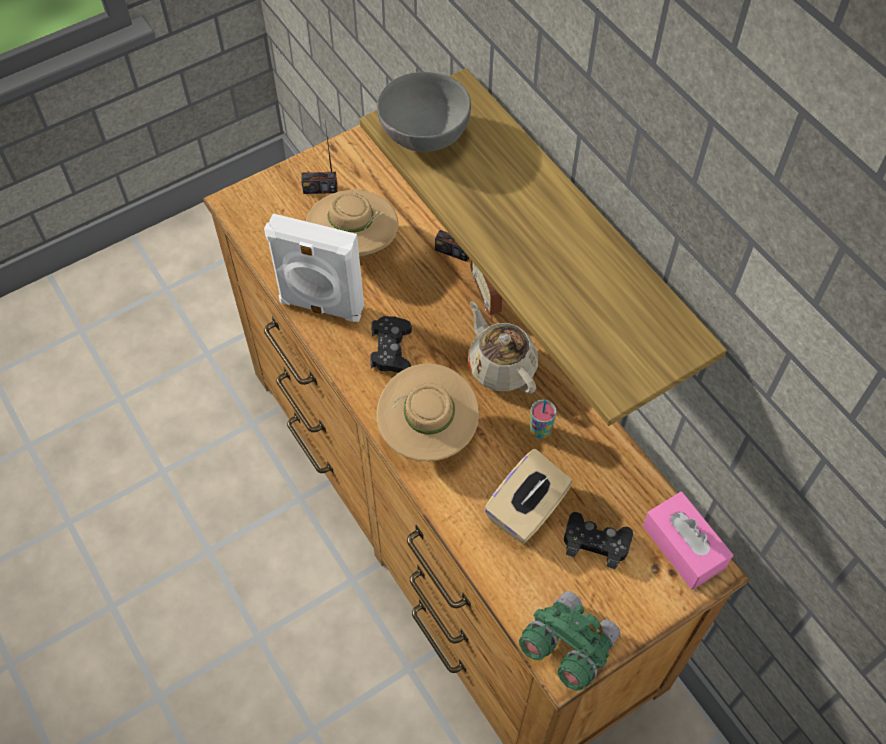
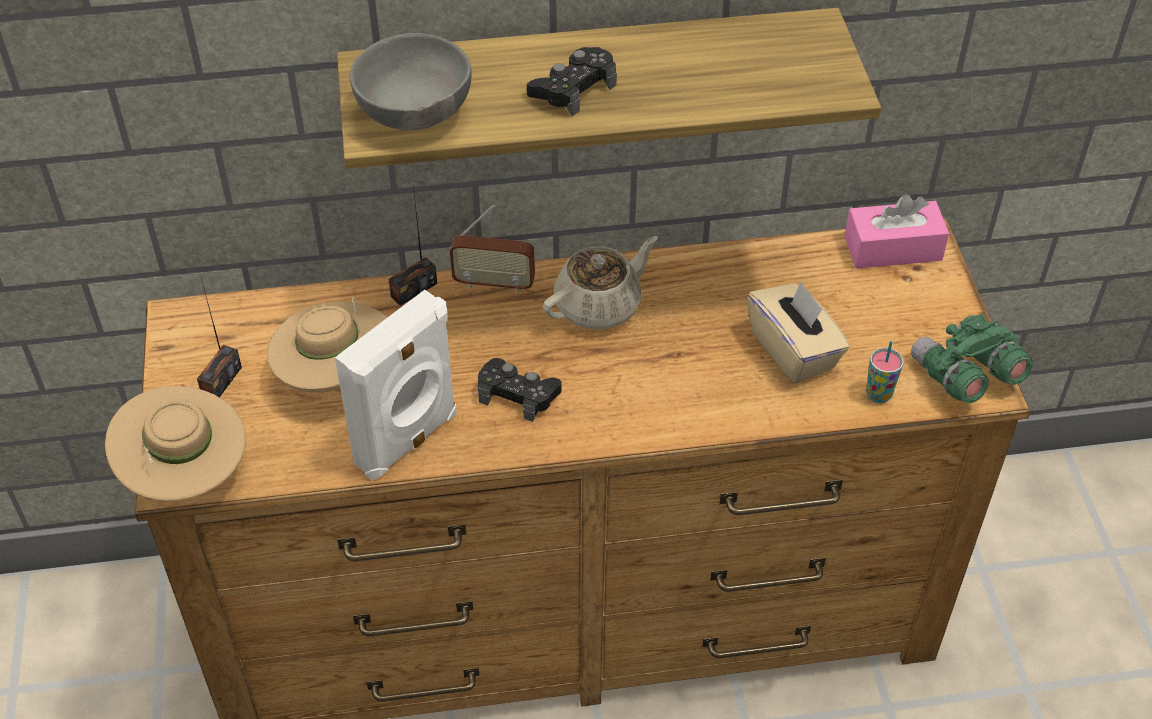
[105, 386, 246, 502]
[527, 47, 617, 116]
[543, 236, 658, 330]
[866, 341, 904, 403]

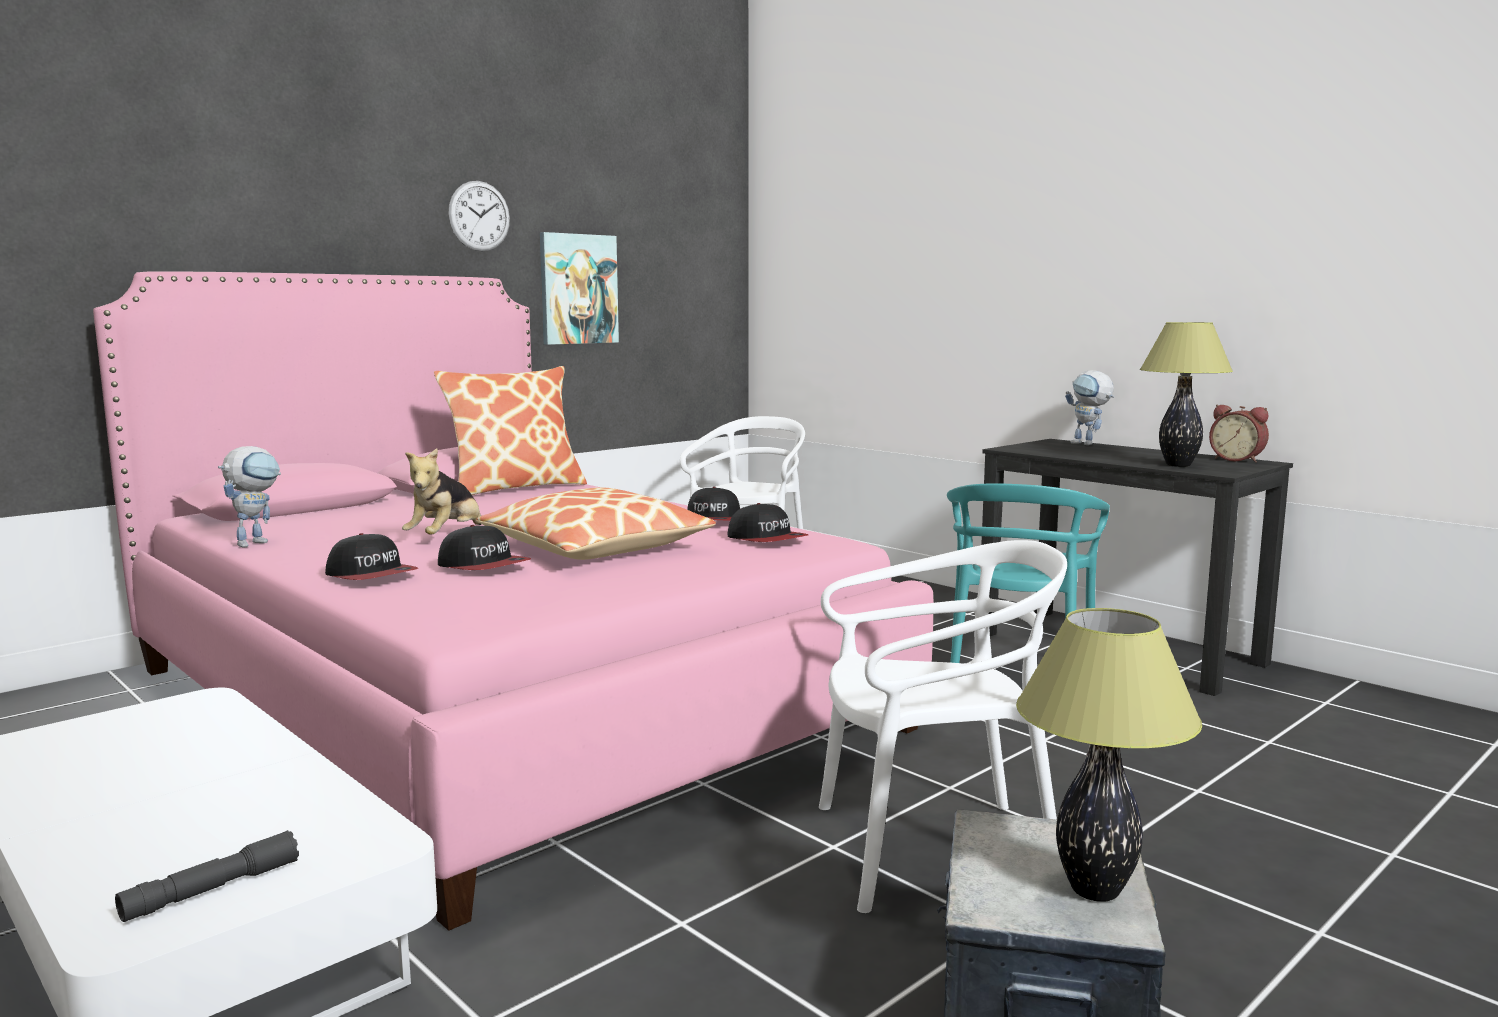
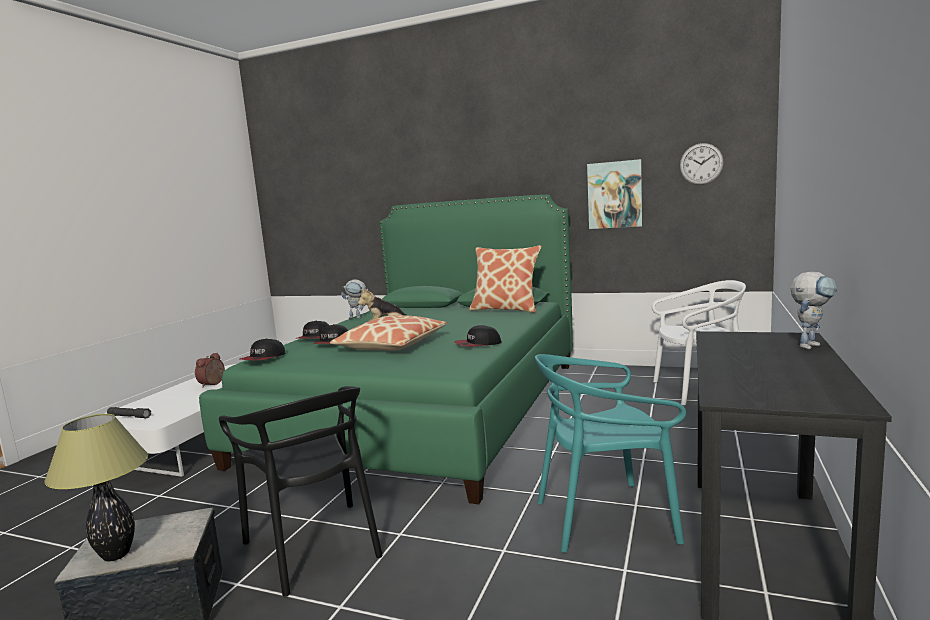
[195, 353, 225, 388]
[199, 195, 573, 504]
[219, 386, 382, 597]
[240, 338, 286, 360]
[680, 143, 723, 185]
[791, 272, 837, 349]
[1140, 322, 1233, 467] (first image)

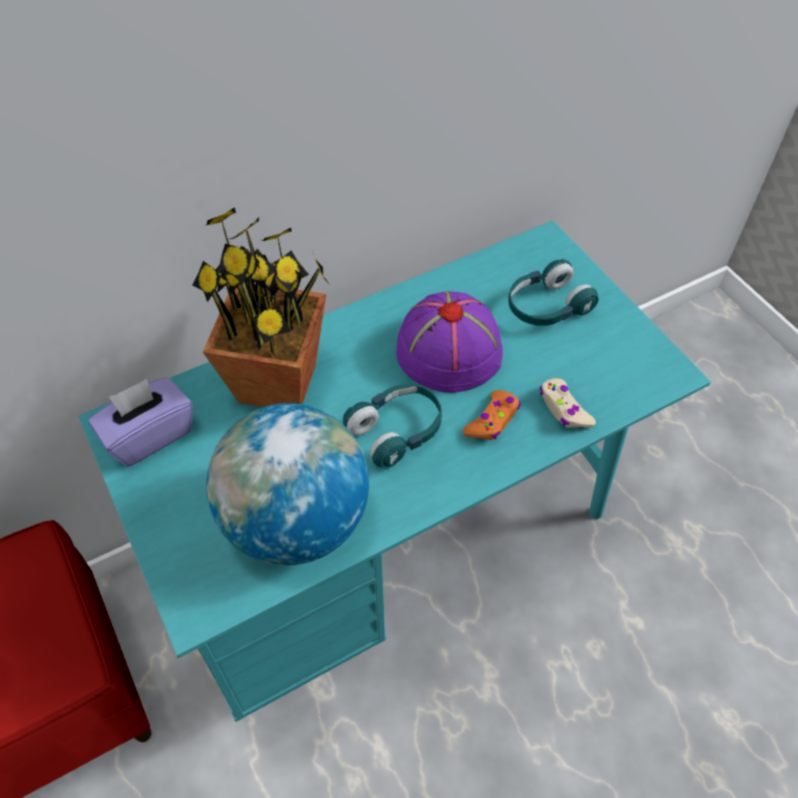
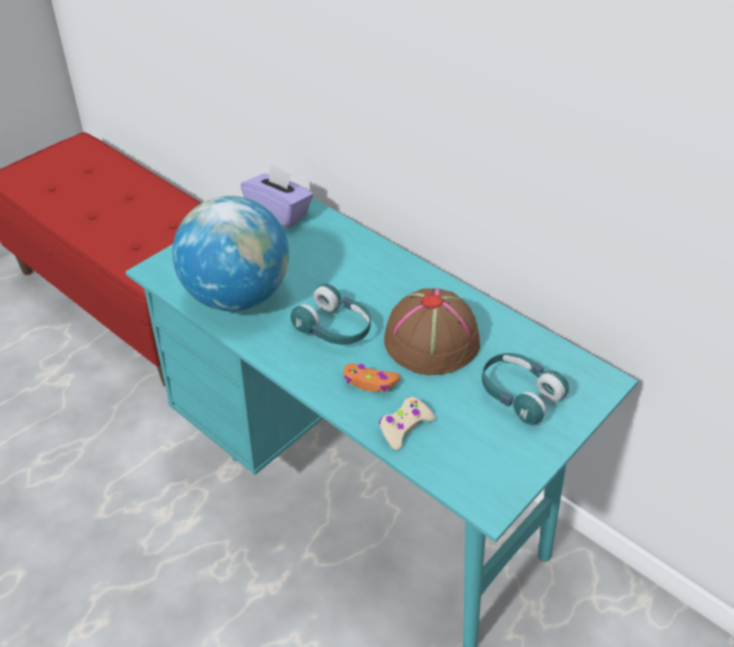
[384, 288, 480, 375]
[192, 207, 330, 407] (first image)

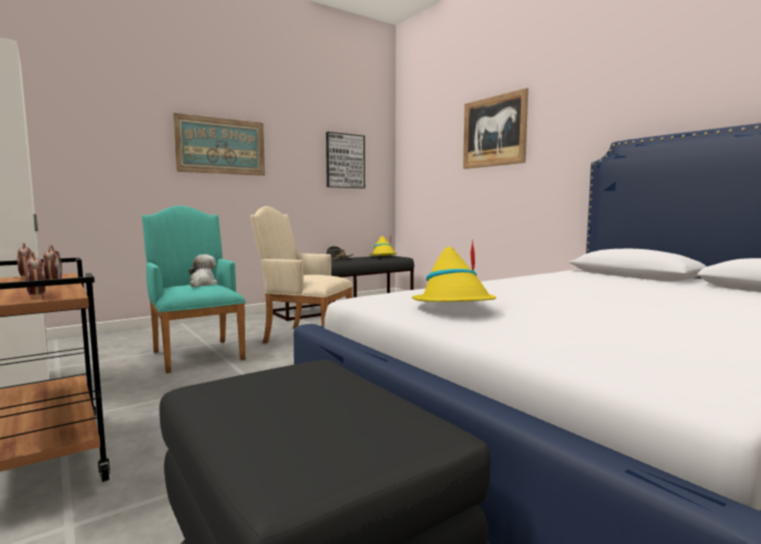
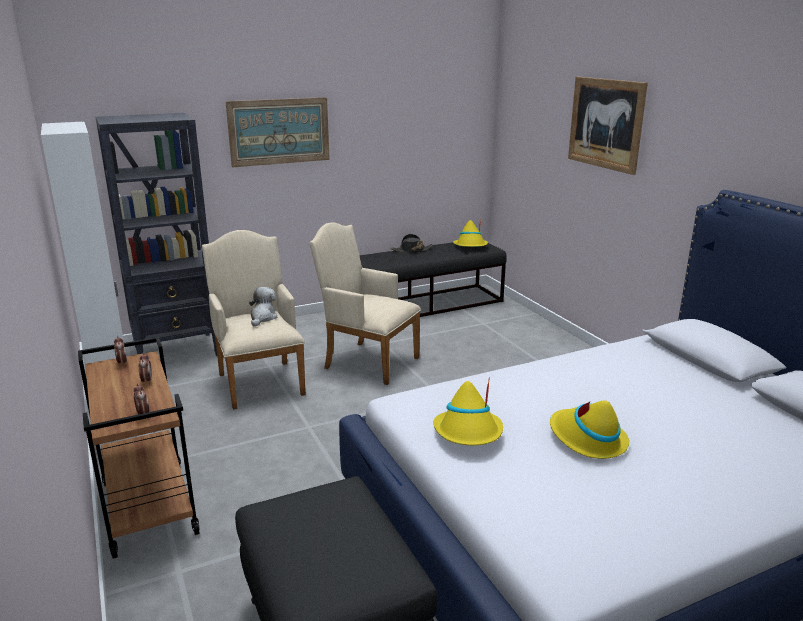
[95, 113, 217, 356]
[202, 230, 305, 410]
[550, 400, 629, 459]
[326, 132, 365, 188] (first image)

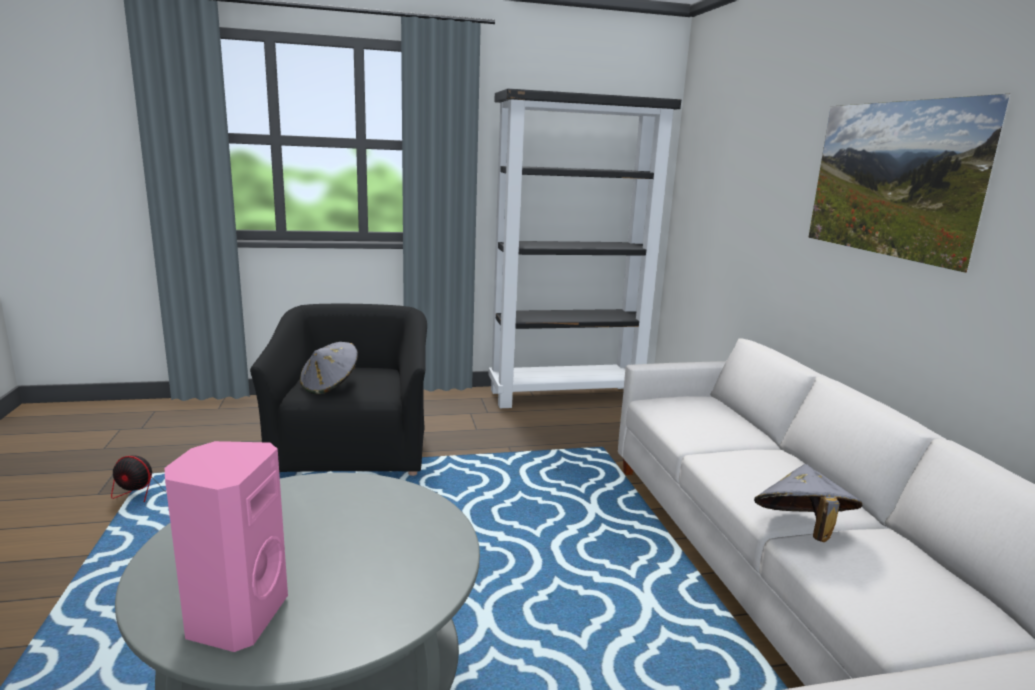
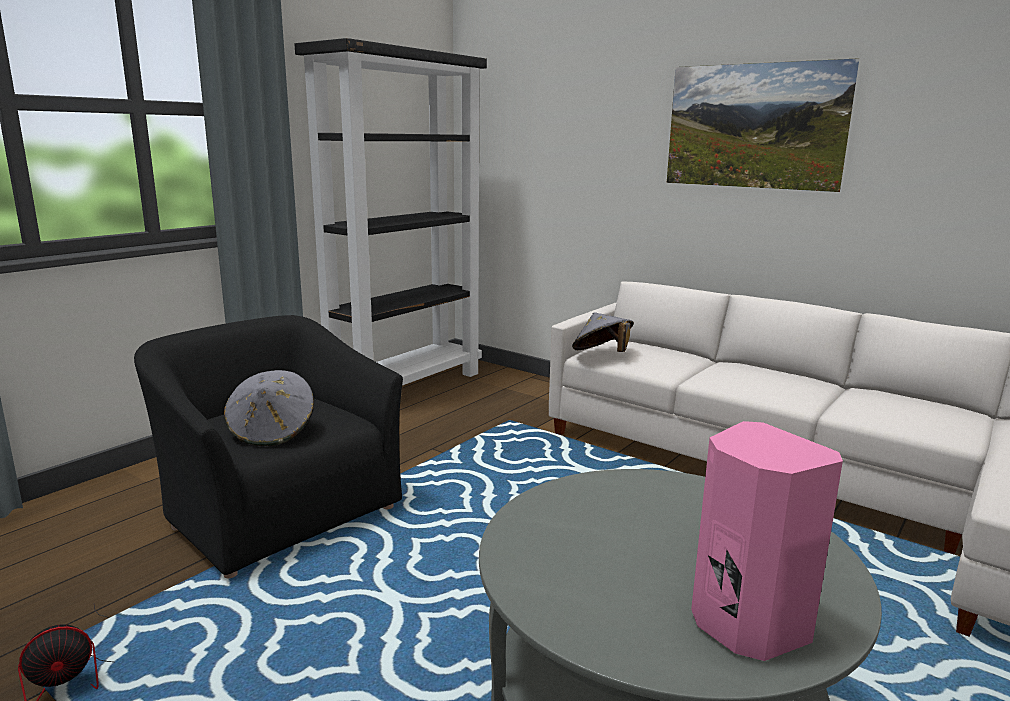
[572, 312, 634, 352]

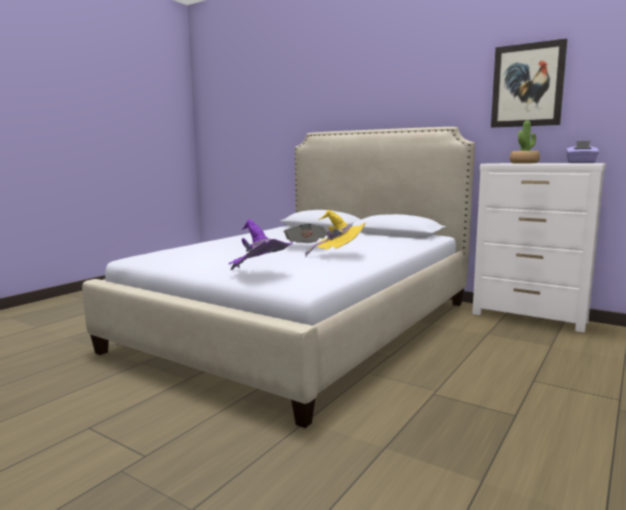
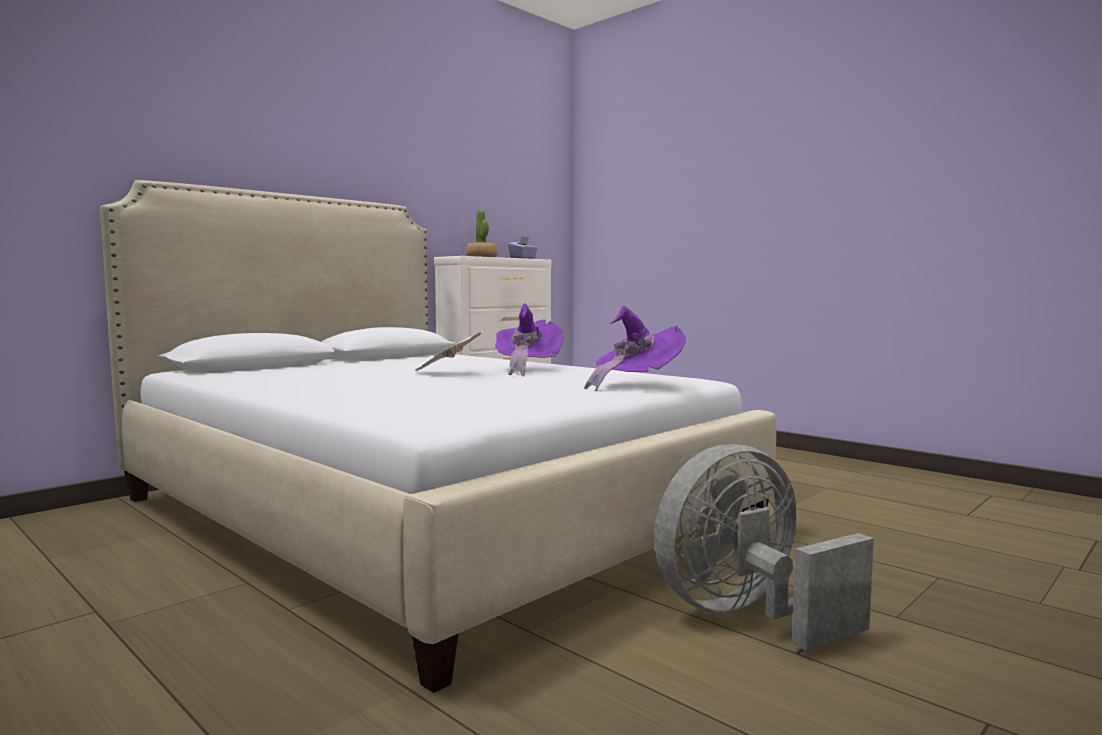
[495, 303, 563, 376]
[654, 444, 874, 651]
[491, 38, 567, 128] (first image)

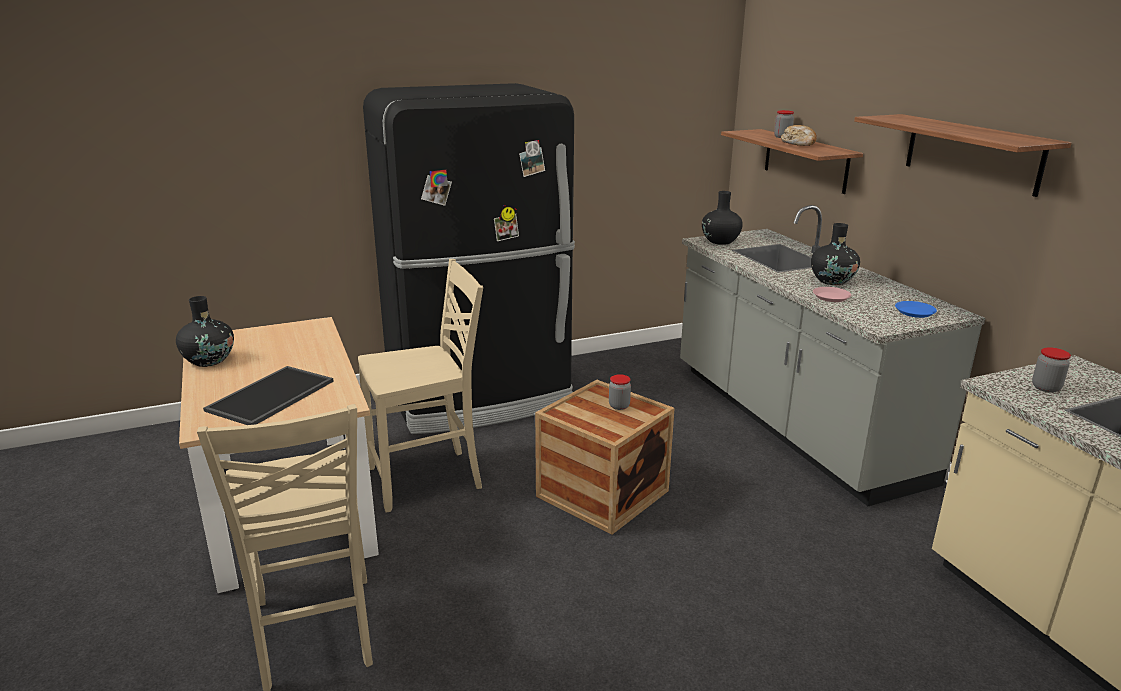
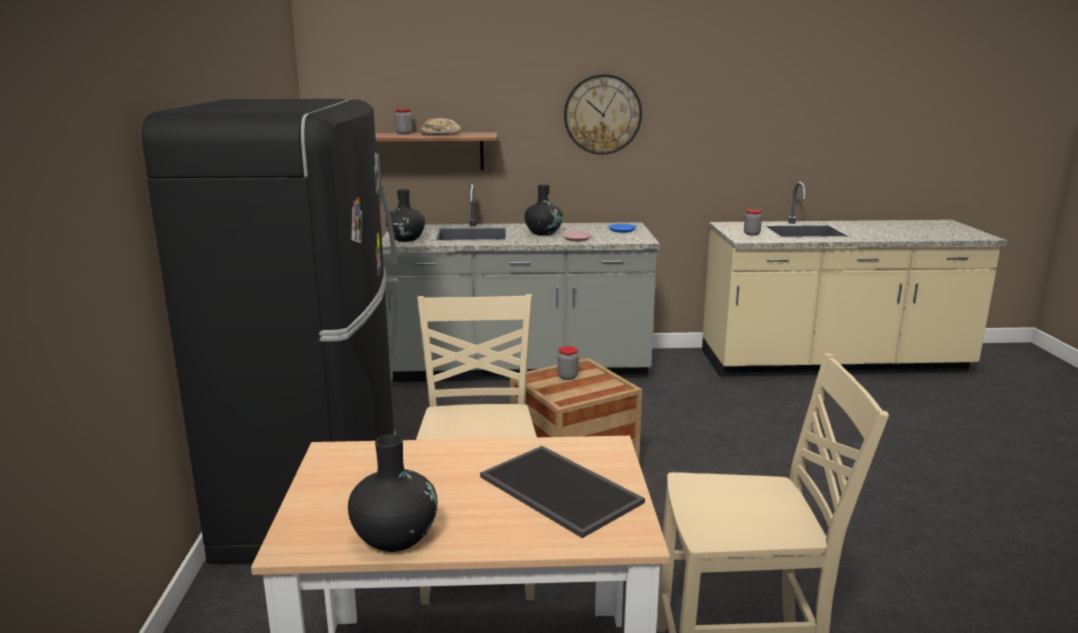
[564, 74, 642, 155]

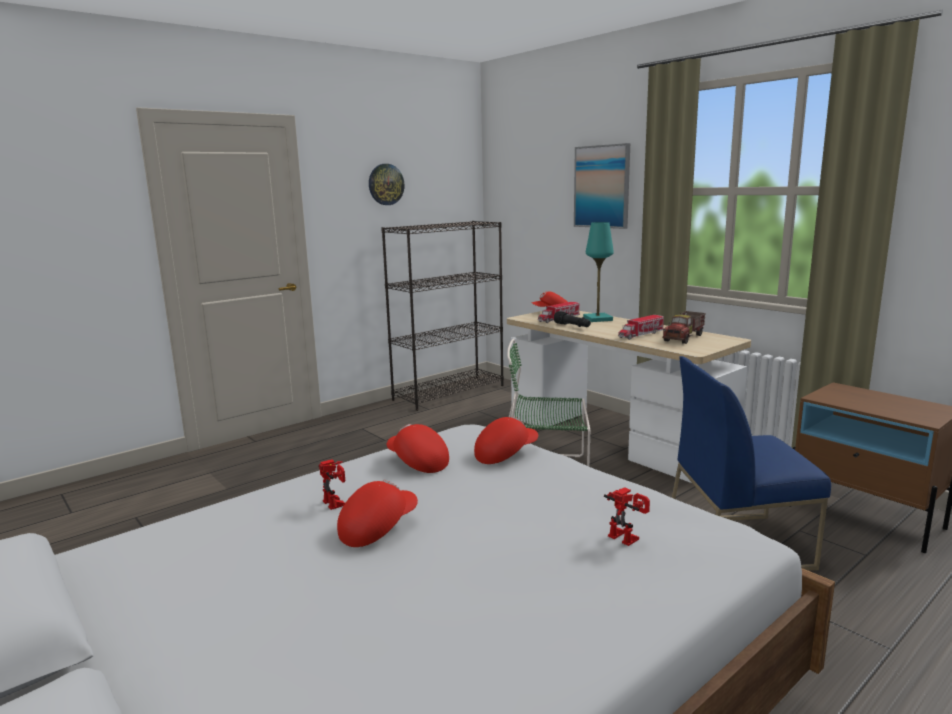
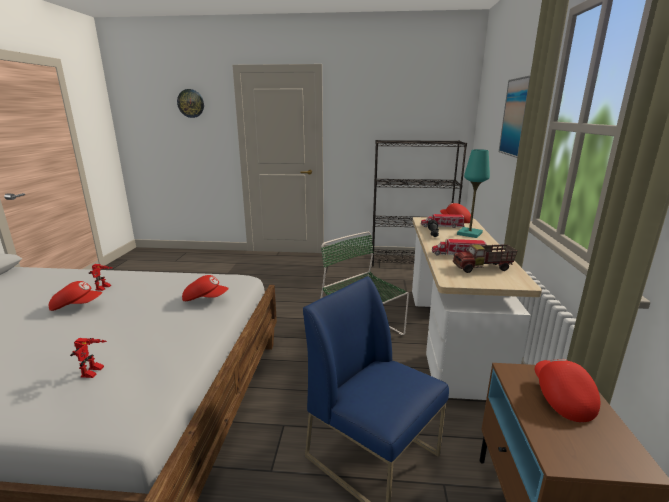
[177, 89, 204, 118]
[535, 359, 600, 422]

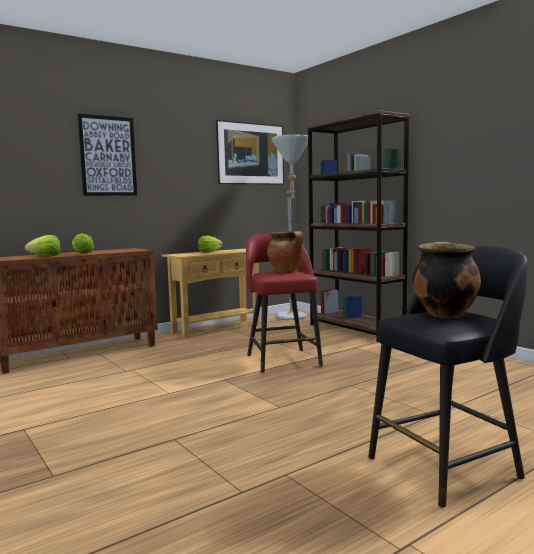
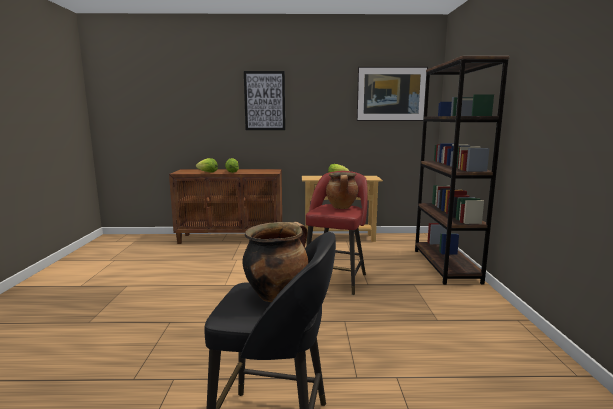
[271, 135, 308, 320] (first image)

